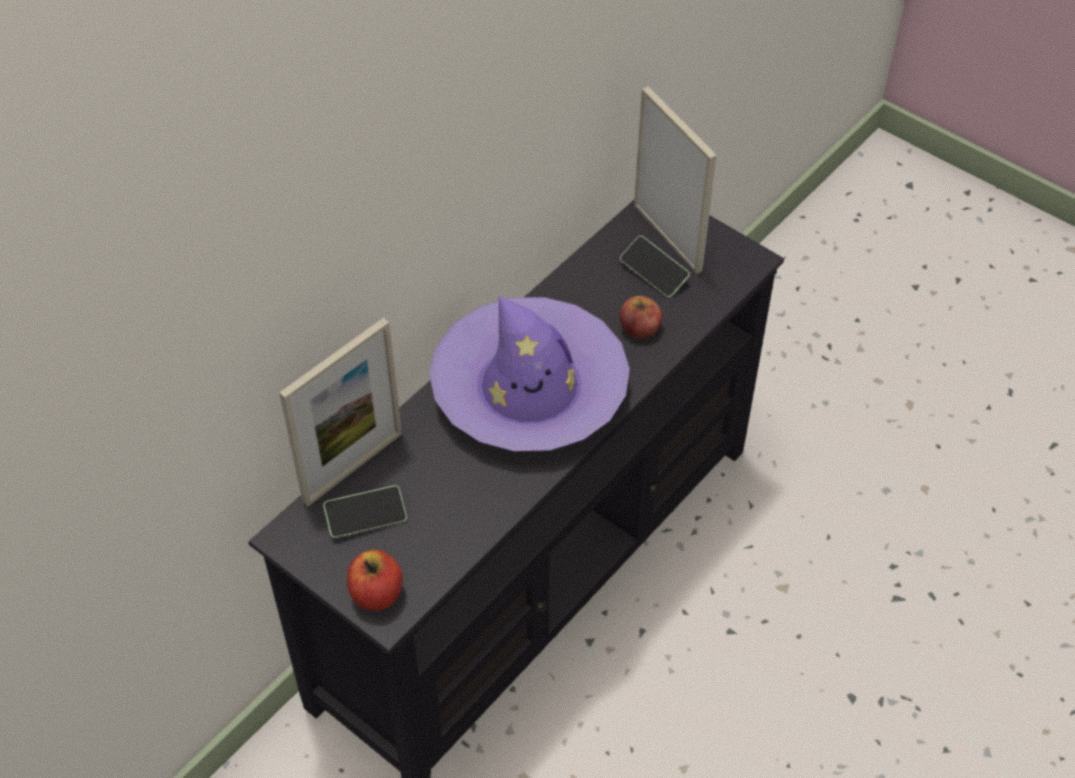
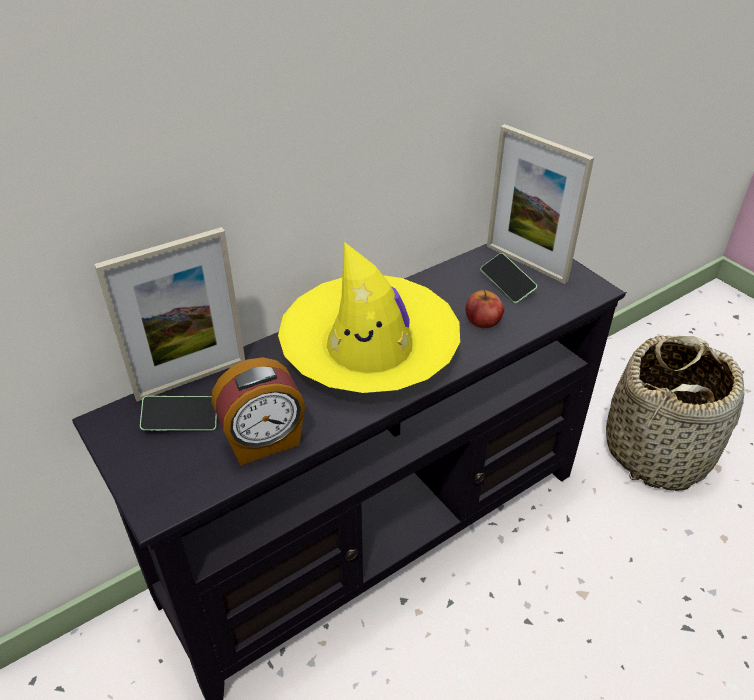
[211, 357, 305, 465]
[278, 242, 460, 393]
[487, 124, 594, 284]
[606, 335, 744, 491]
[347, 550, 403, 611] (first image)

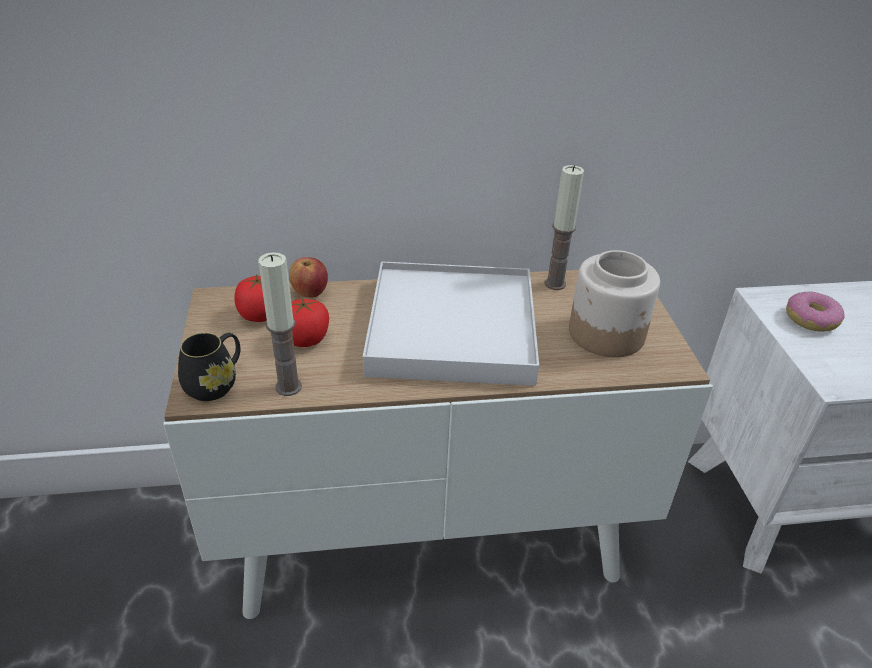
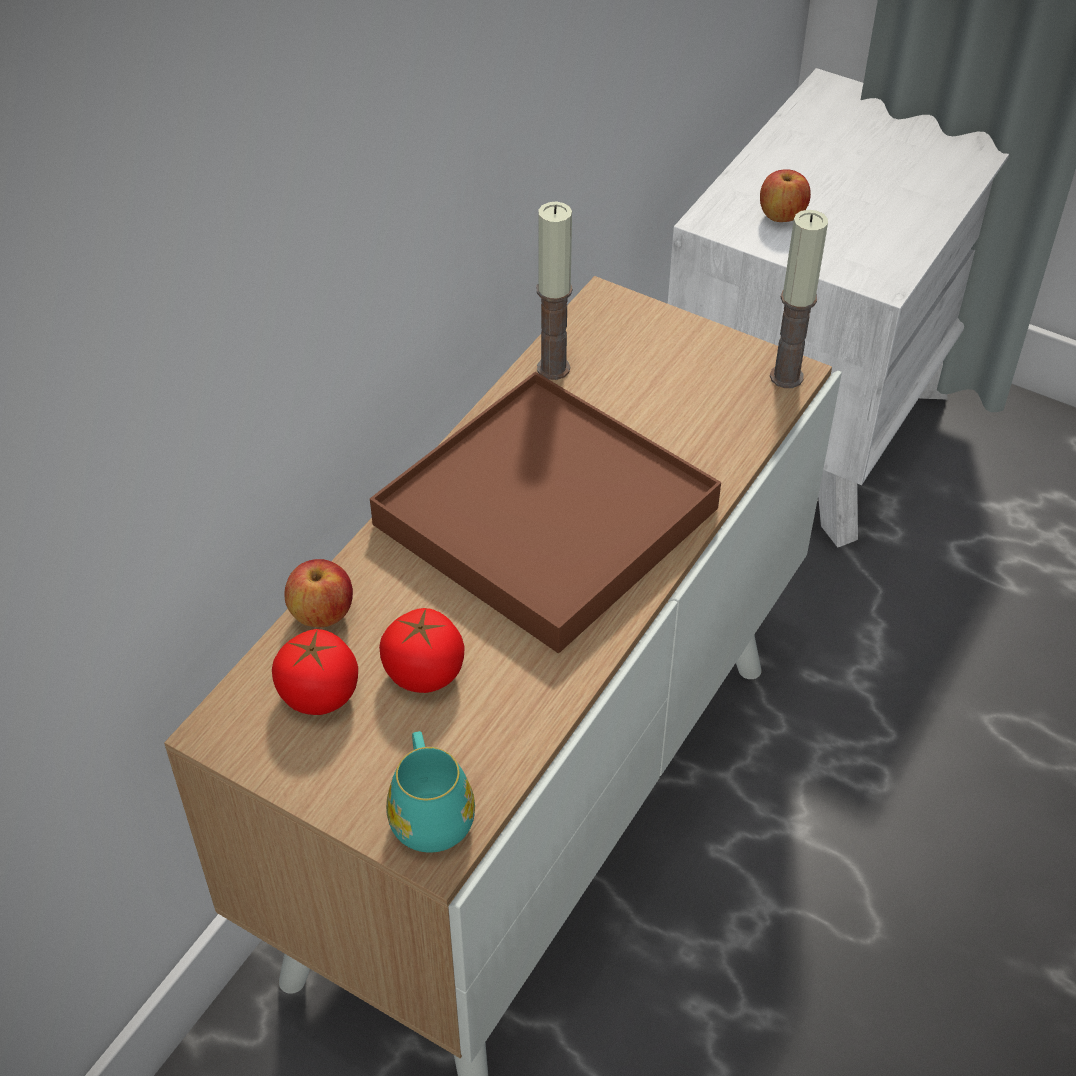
[370, 372, 721, 653]
[386, 731, 475, 853]
[760, 169, 811, 222]
[770, 210, 828, 388]
[569, 250, 660, 357] (first image)

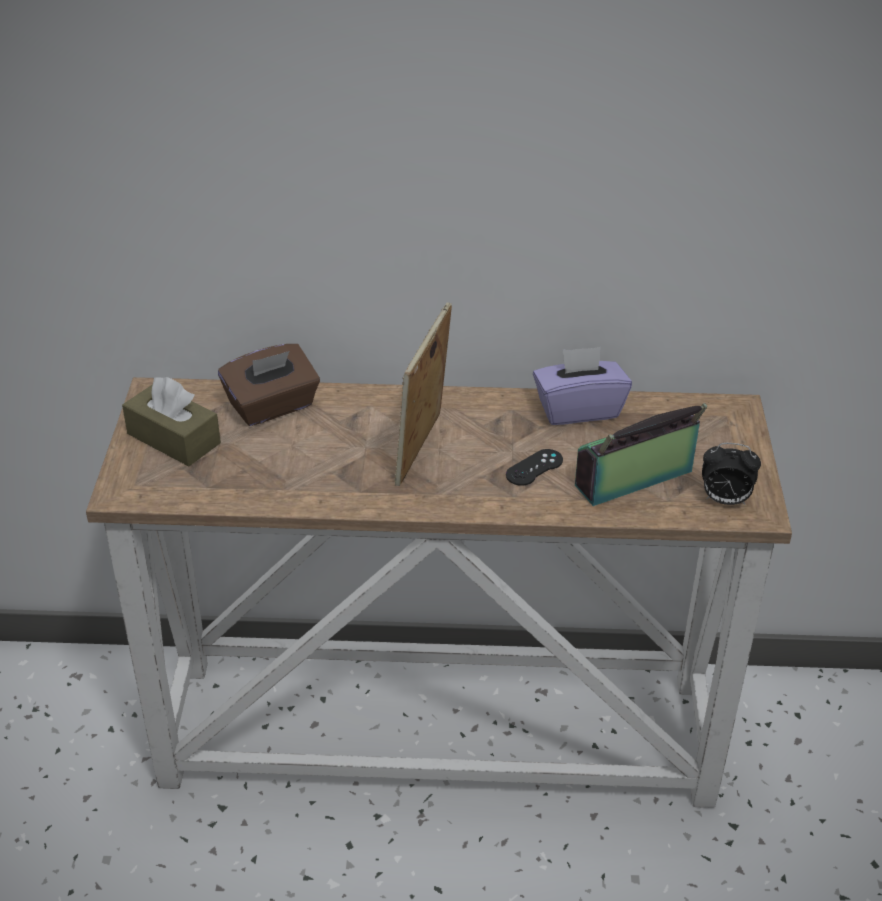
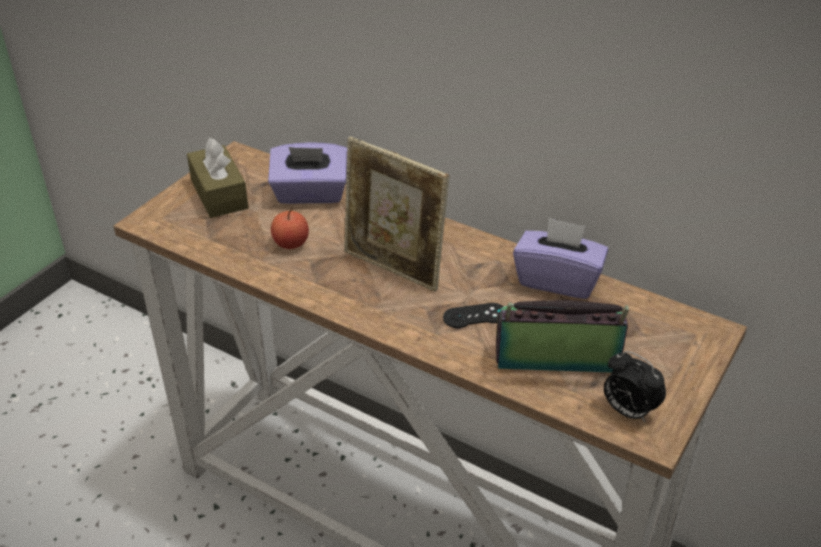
[268, 142, 347, 204]
[271, 208, 309, 249]
[344, 136, 449, 292]

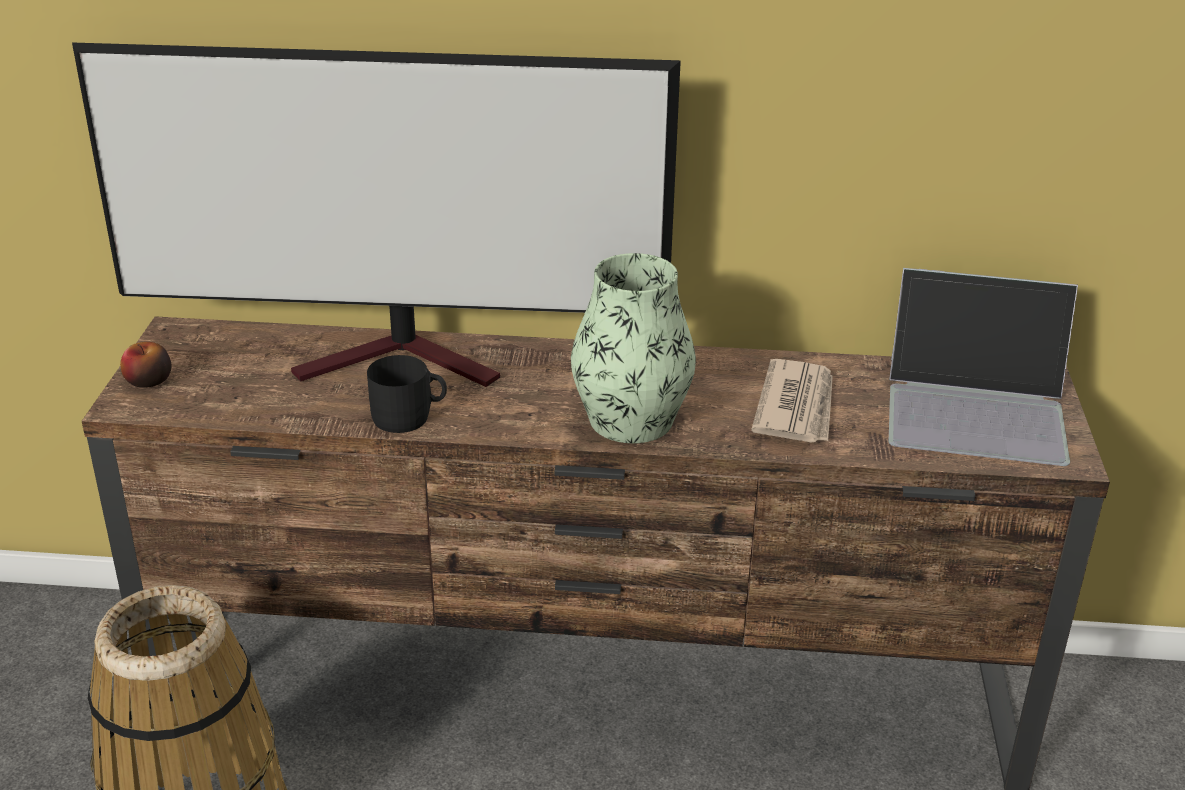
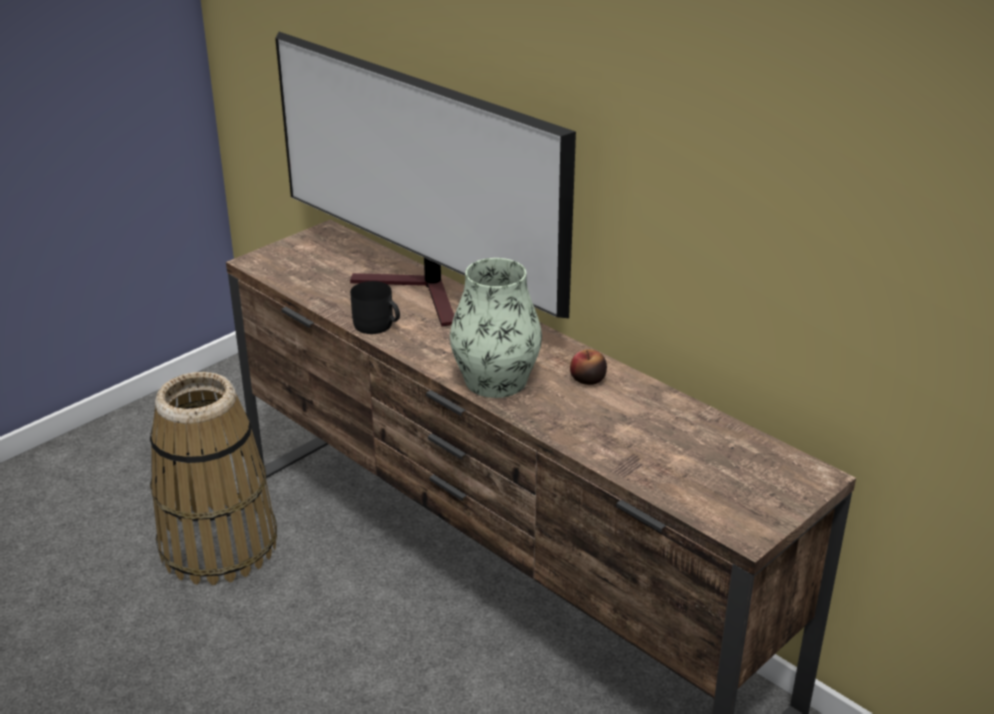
[570, 349, 607, 385]
[751, 359, 833, 443] (first image)
[889, 268, 1078, 466] (first image)

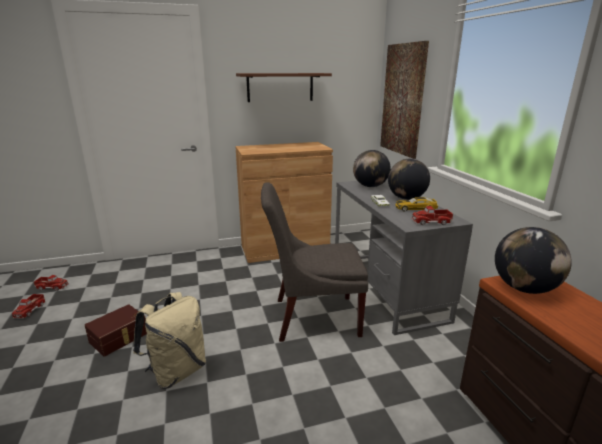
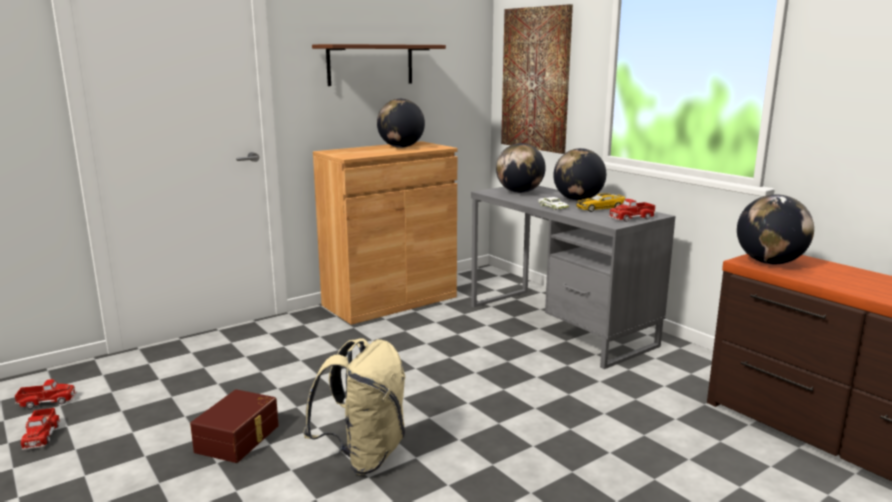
[377, 99, 425, 148]
[261, 182, 368, 342] (first image)

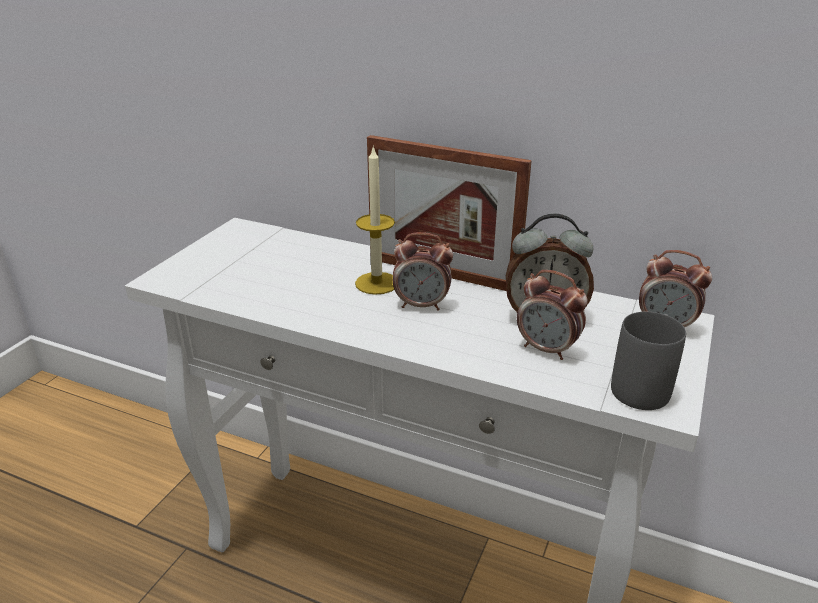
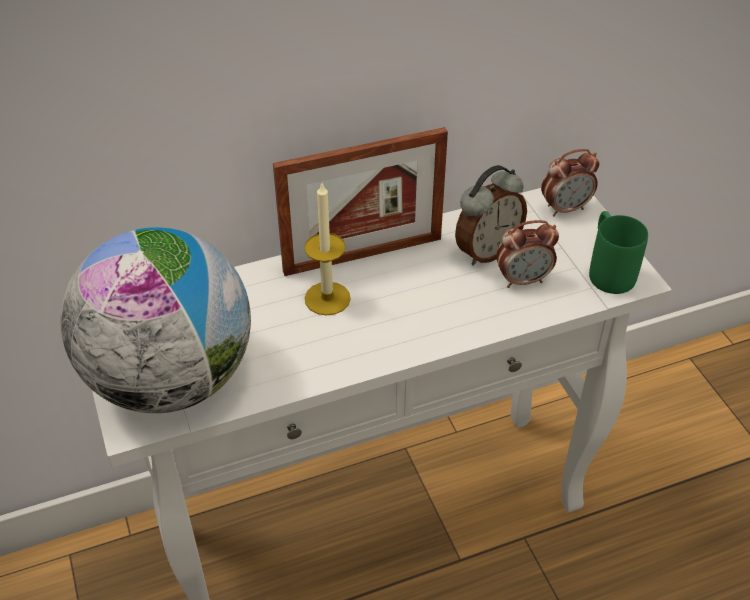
[60, 227, 251, 413]
[589, 211, 648, 294]
[393, 232, 453, 311] (first image)

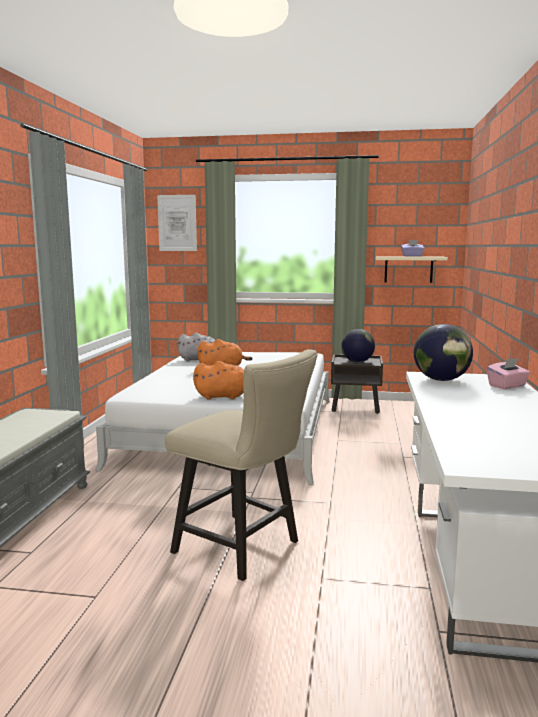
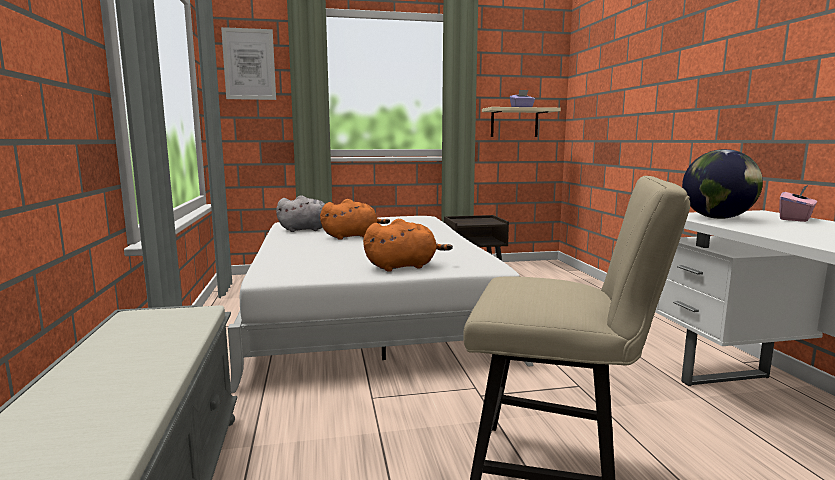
[341, 329, 375, 362] (first image)

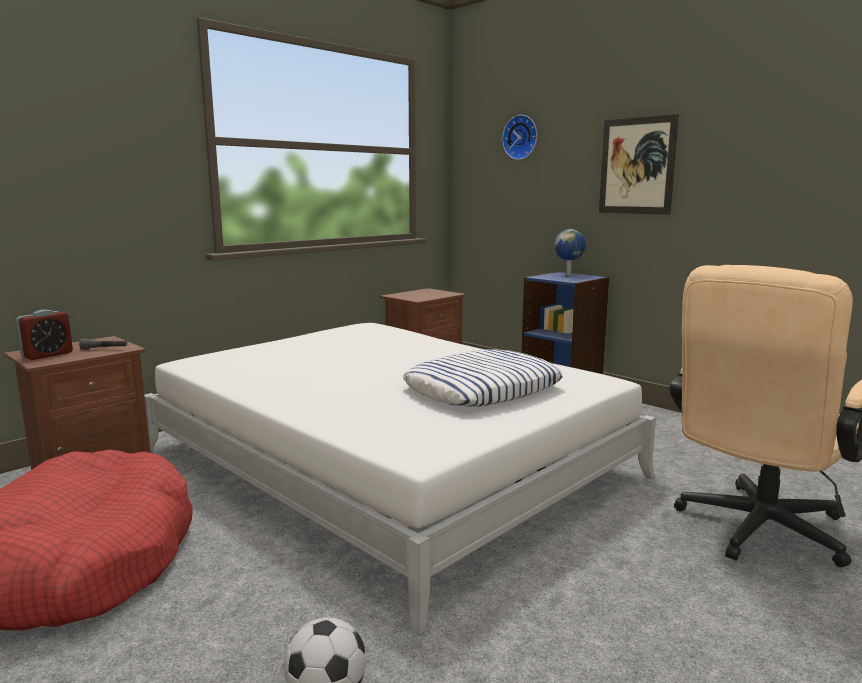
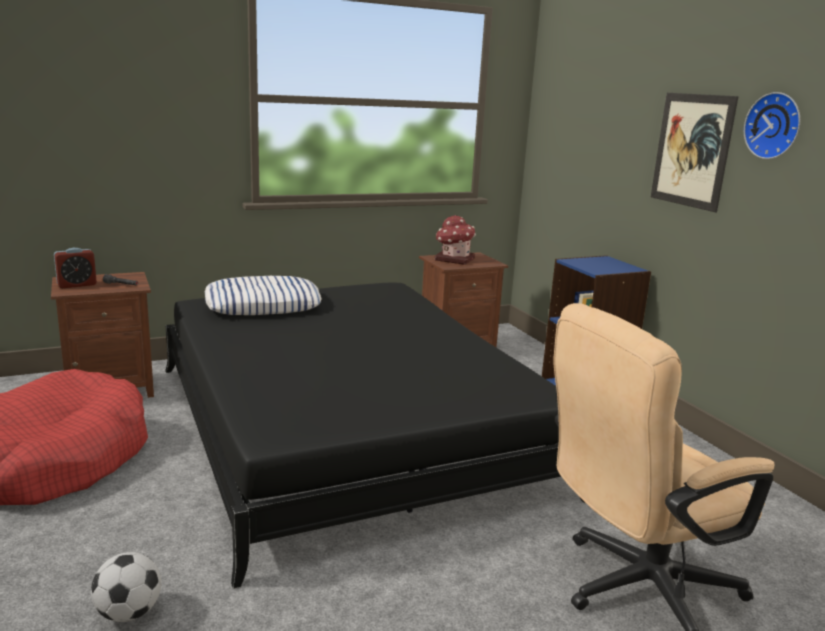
[165, 283, 586, 589]
[205, 276, 322, 315]
[435, 215, 476, 265]
[744, 92, 800, 159]
[554, 229, 586, 275] (first image)

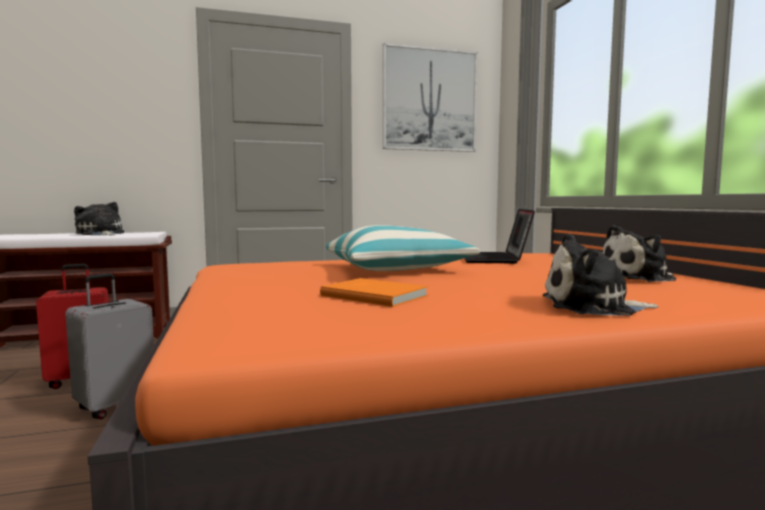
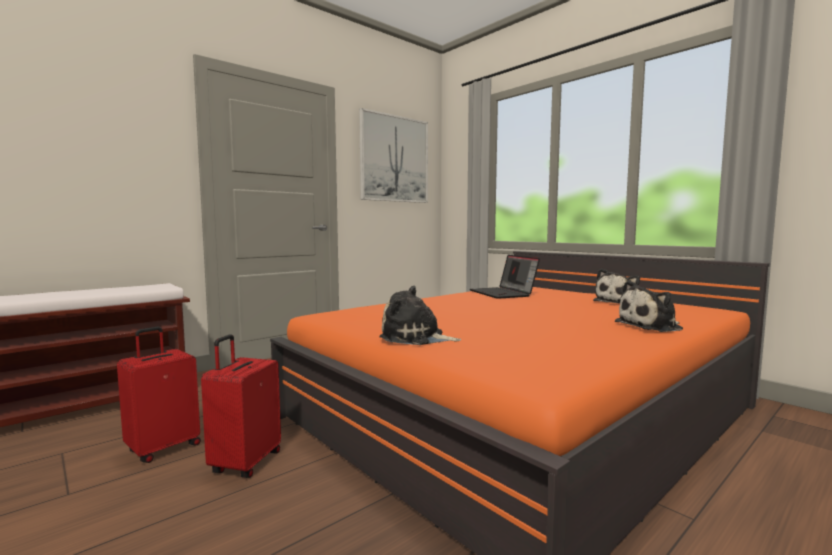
[201, 334, 281, 478]
[379, 285, 461, 345]
[320, 278, 429, 307] (first image)
[326, 225, 480, 271] (first image)

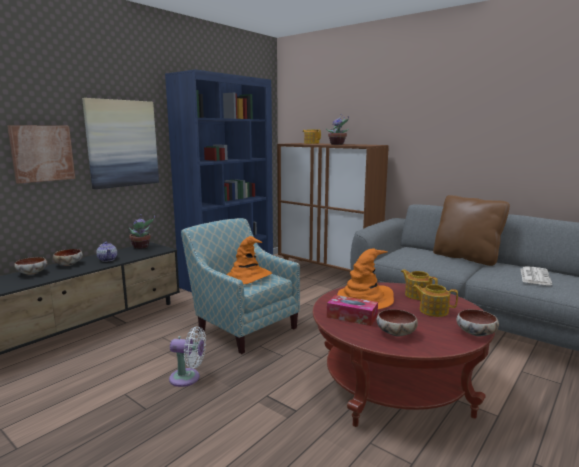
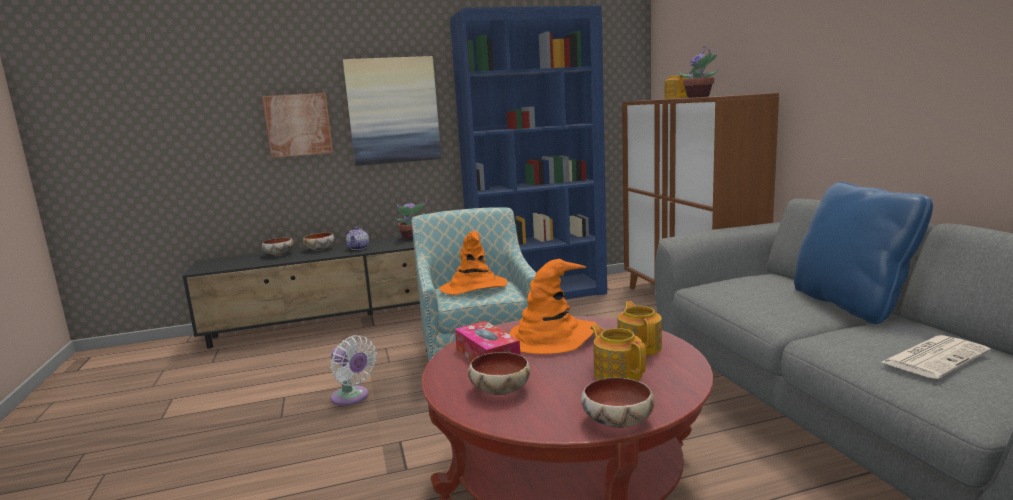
[794, 182, 933, 324]

